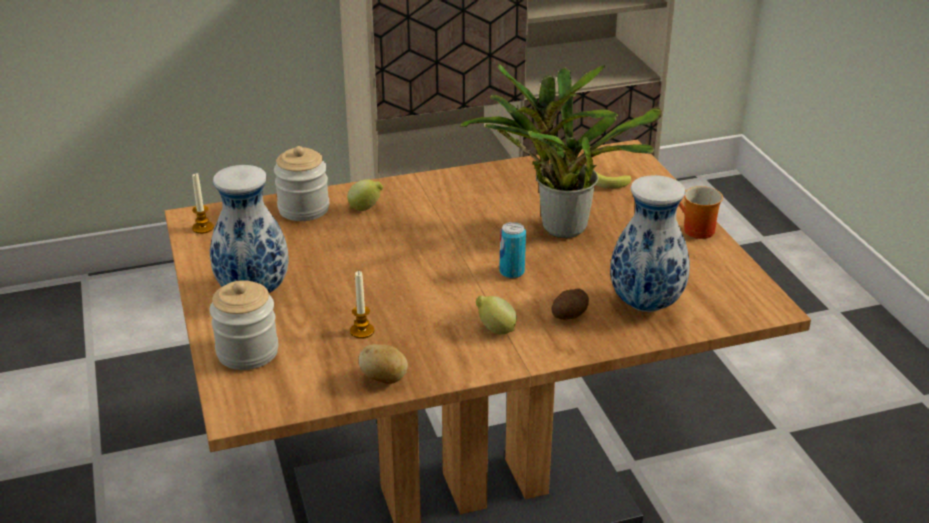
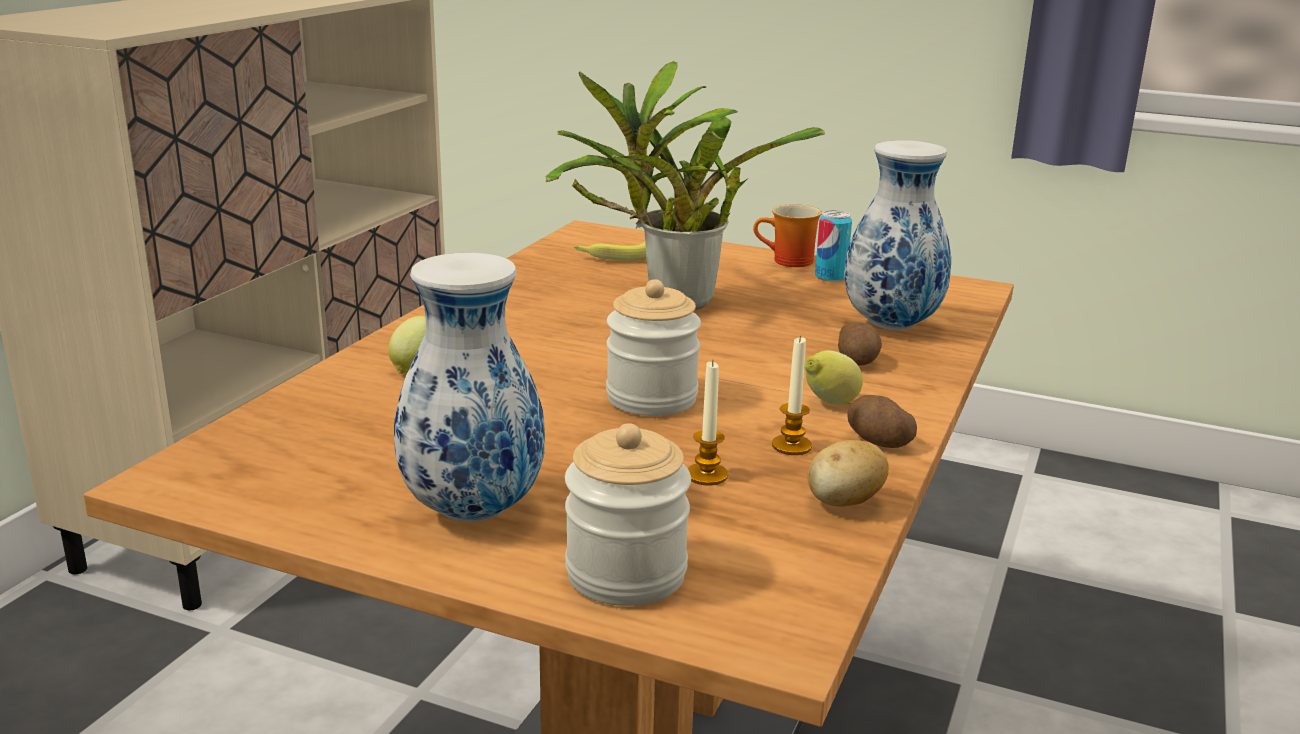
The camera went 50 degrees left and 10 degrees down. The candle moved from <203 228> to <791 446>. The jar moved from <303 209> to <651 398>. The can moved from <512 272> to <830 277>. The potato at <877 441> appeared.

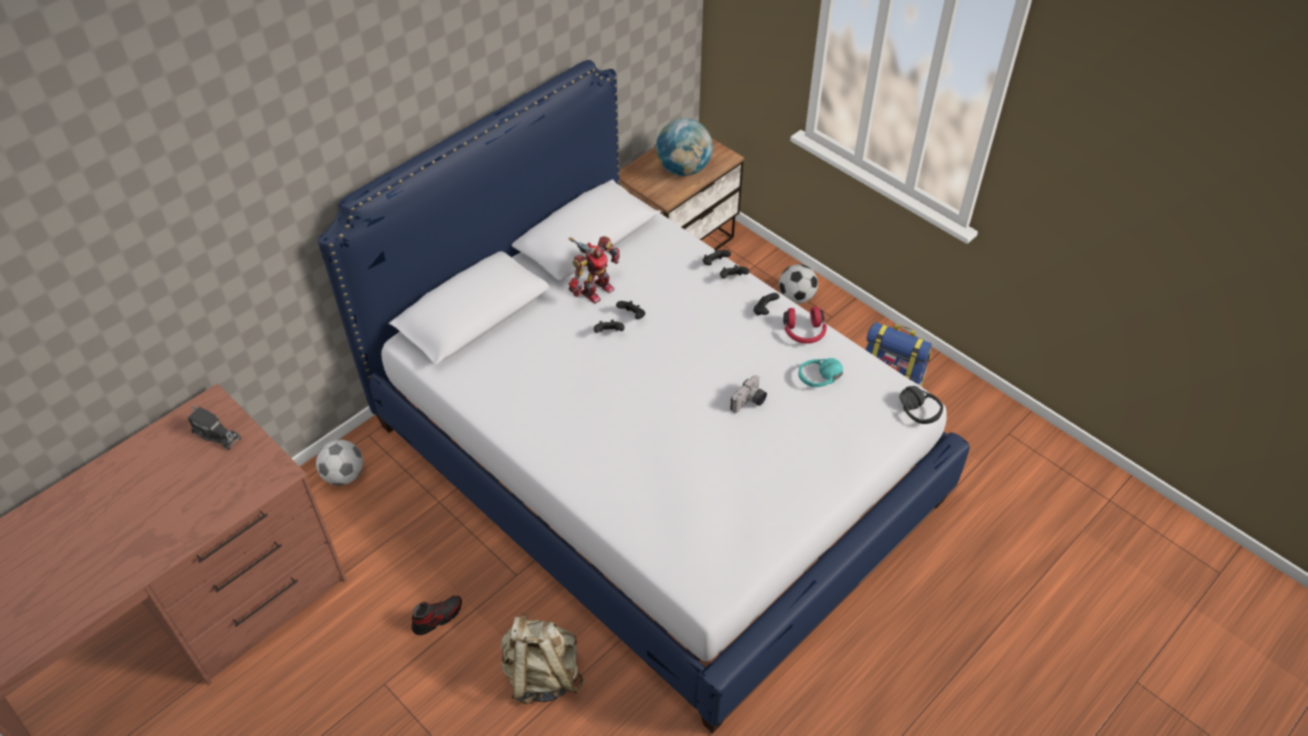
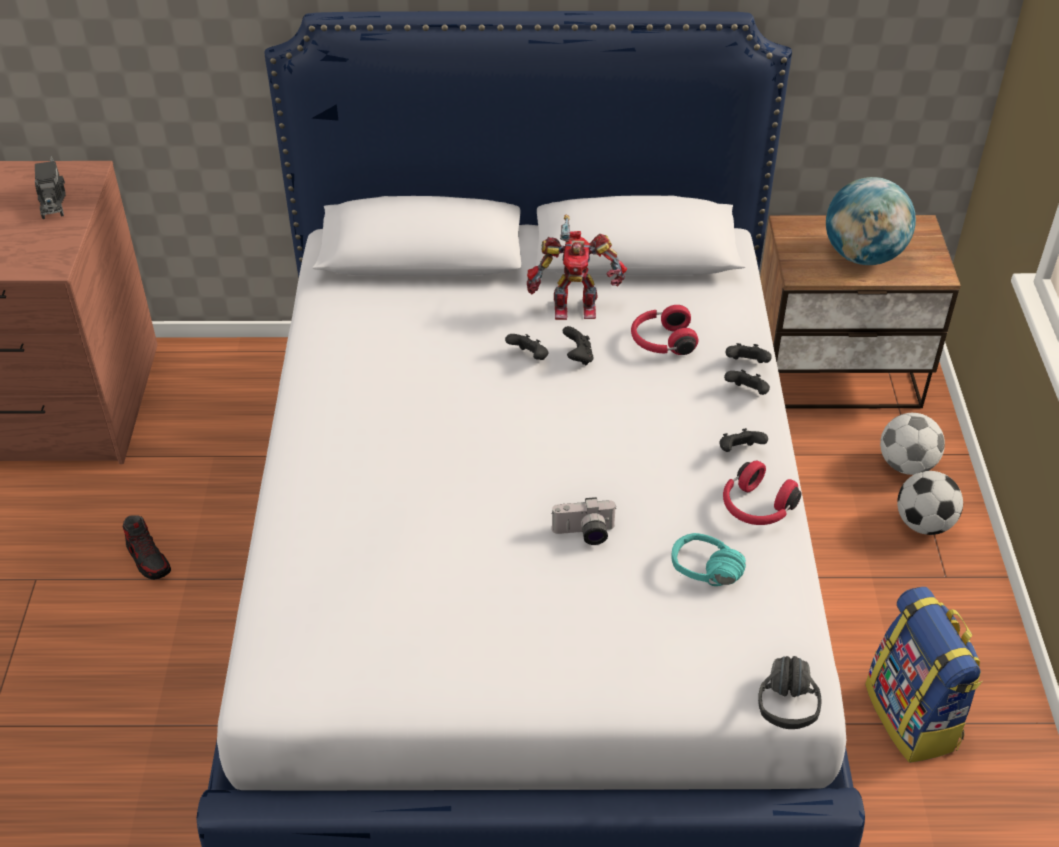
The camera went 45 degrees right and 5 degrees down. The football moved from <344 475> to <906 465>. The shoe at <437 617> turned 45 degrees clockwise. The beige backpack at <542 674> disappeared. The red headphones at <662 342> appeared.

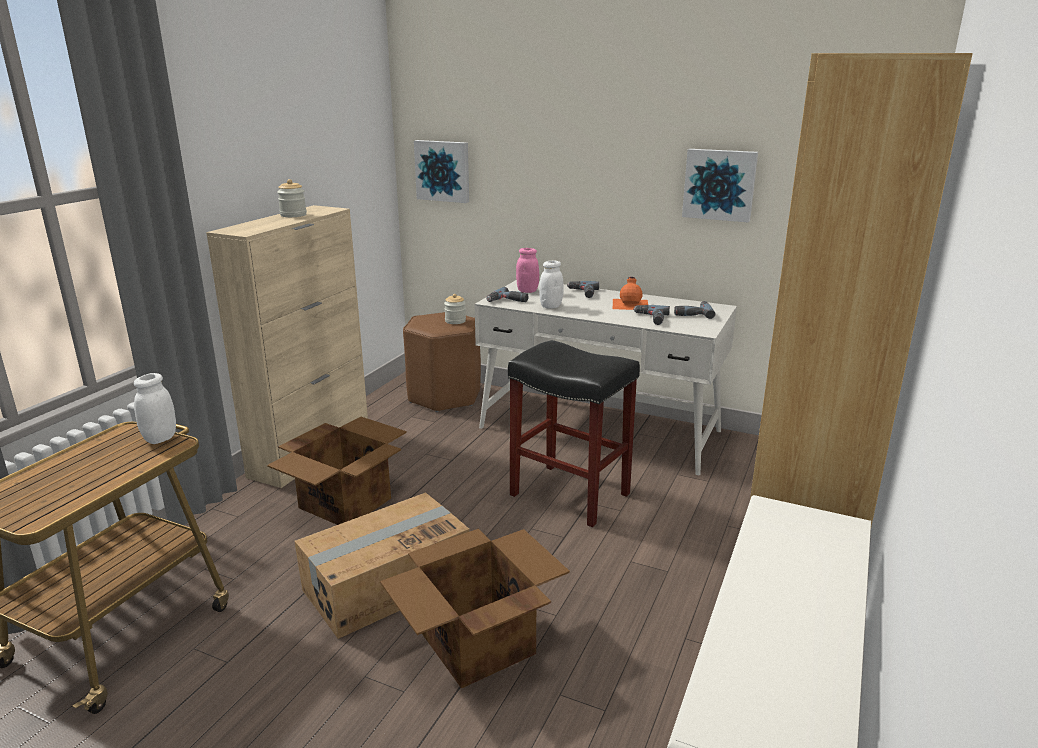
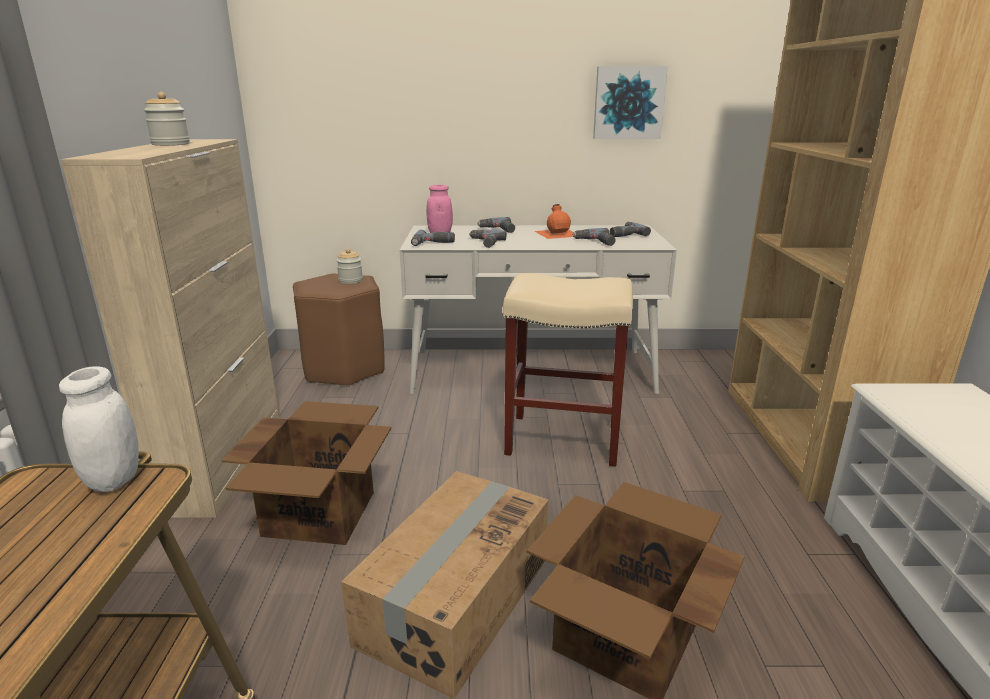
The camera went 25 degrees left and 0 degrees up. The picture at <443 171> disappeared. The black stool at <568 494> became the beige stool at <561 439>. The white jar at <550 306> was replaced by the power drill at <484 243>.

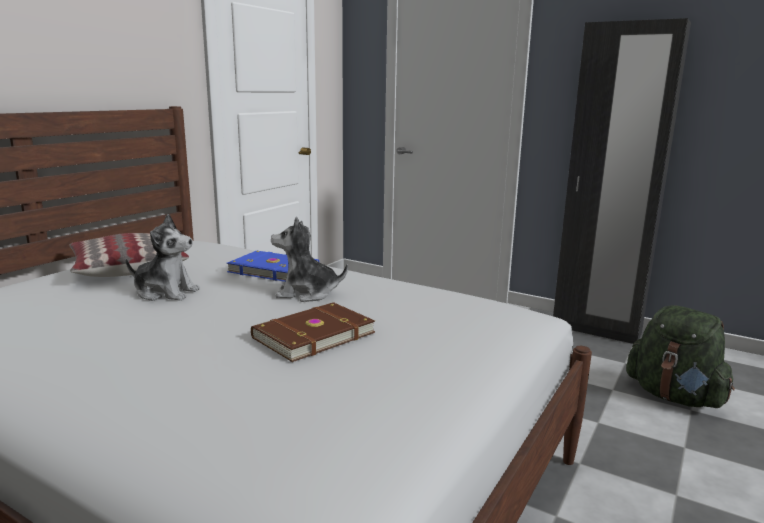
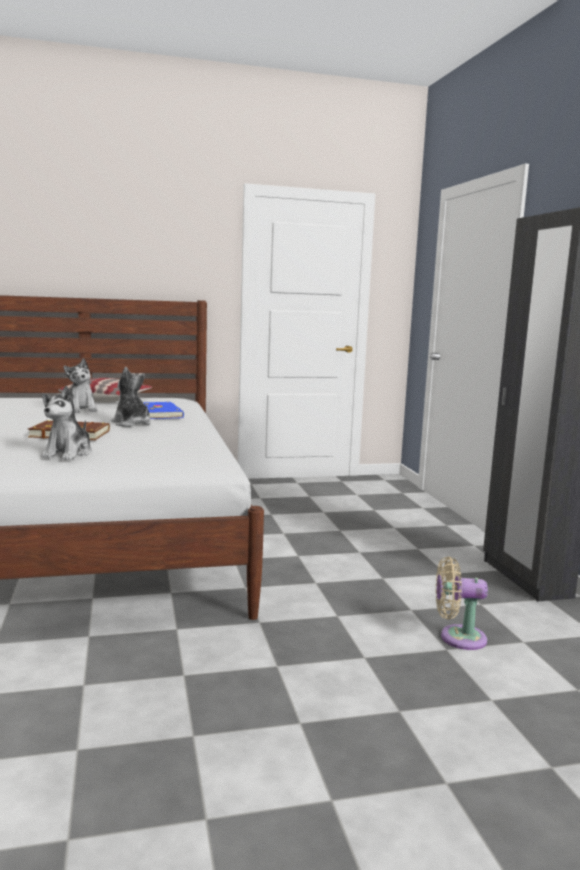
The camera went 45 degrees right and 5 degrees down. The green backpack at <674 396> was replaced by the beige fan at <458 637>. The plush toy at <68 453> appeared.

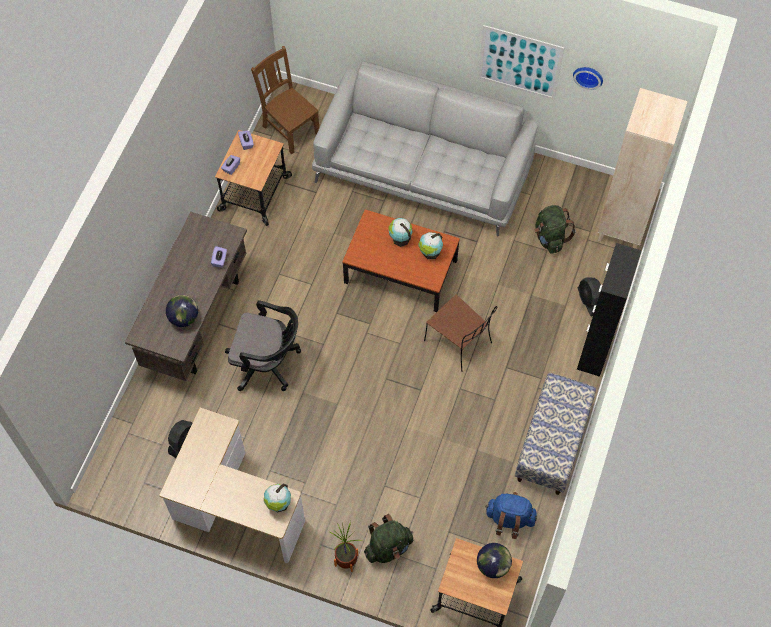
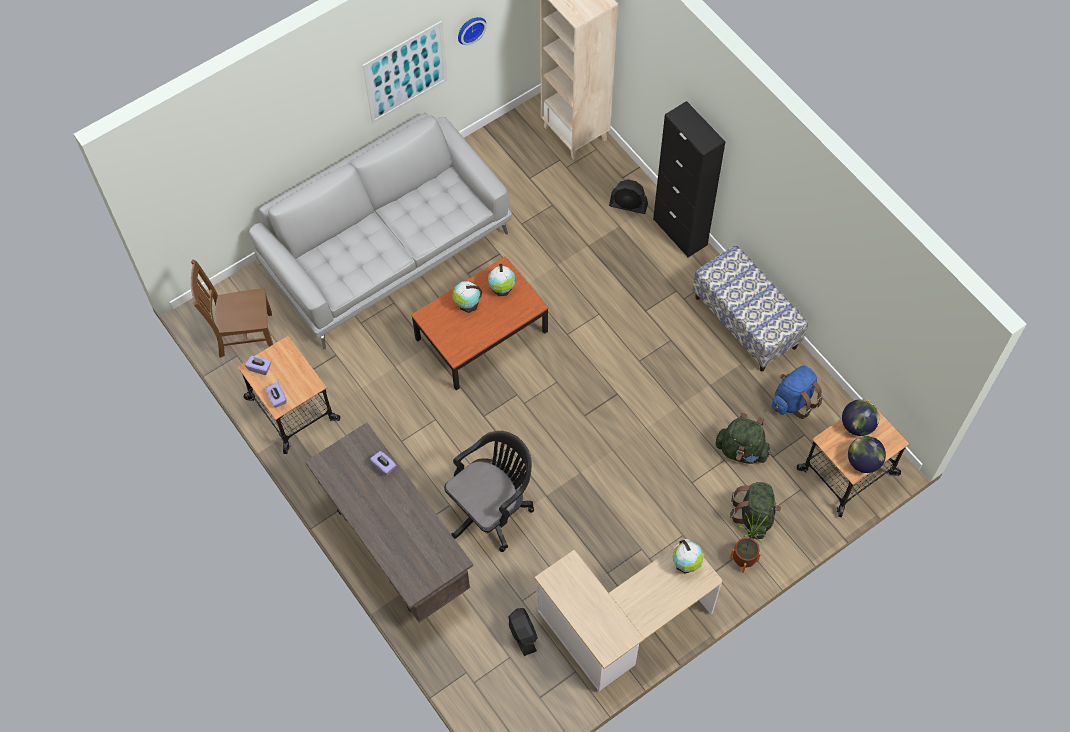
The camera went 55 degrees left and 0 degrees up. The globe moved from <184 318> to <863 461>. The brown chair at <459 342> disappeared. The green backpack moved from <550 238> to <741 450>.

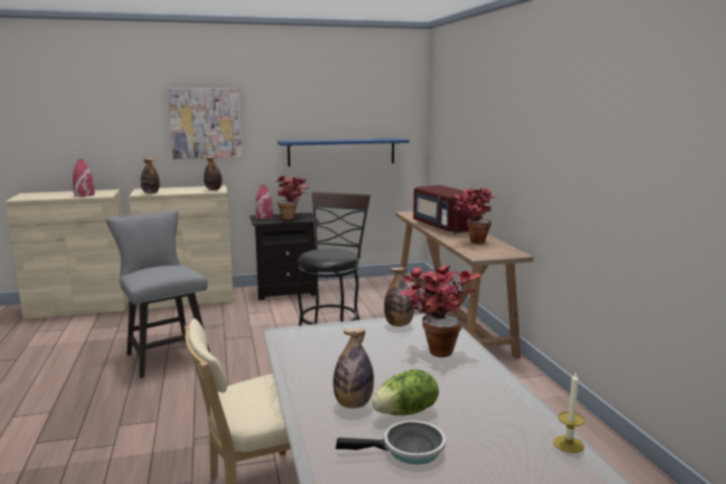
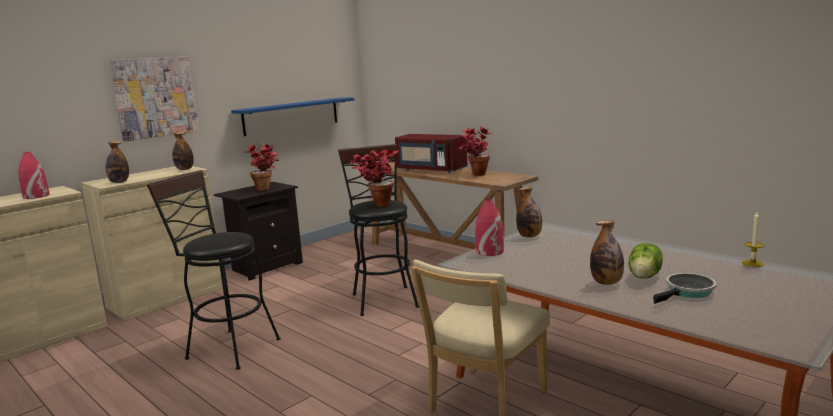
The camera went 30 degrees left and 0 degrees up. The grey chair at <165 355> was replaced by the black stool at <227 348>. The red vase moved from <264 217> to <489 251>. The potted plant moved from <435 349> to <377 204>.

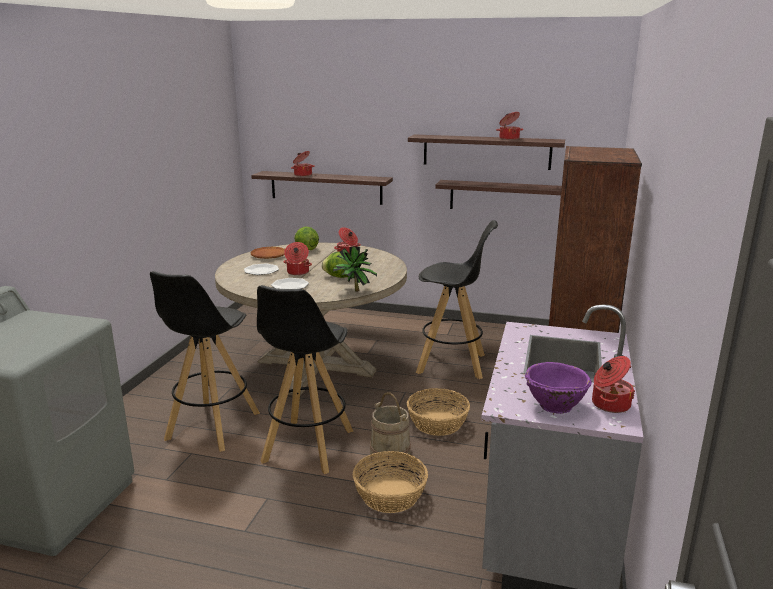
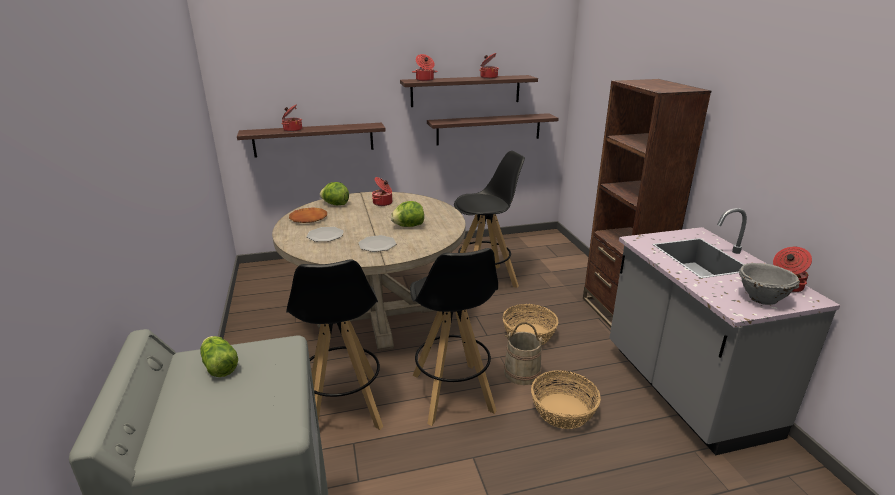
The camera went 30 degrees left and 5 degrees up. The cooking pot moved from <297 272> to <425 80>. The potted plant at <353 291> disappeared. The purple bowl at <554 406> became the grey bowl at <761 298>. The lettuce at <219 365> appeared.

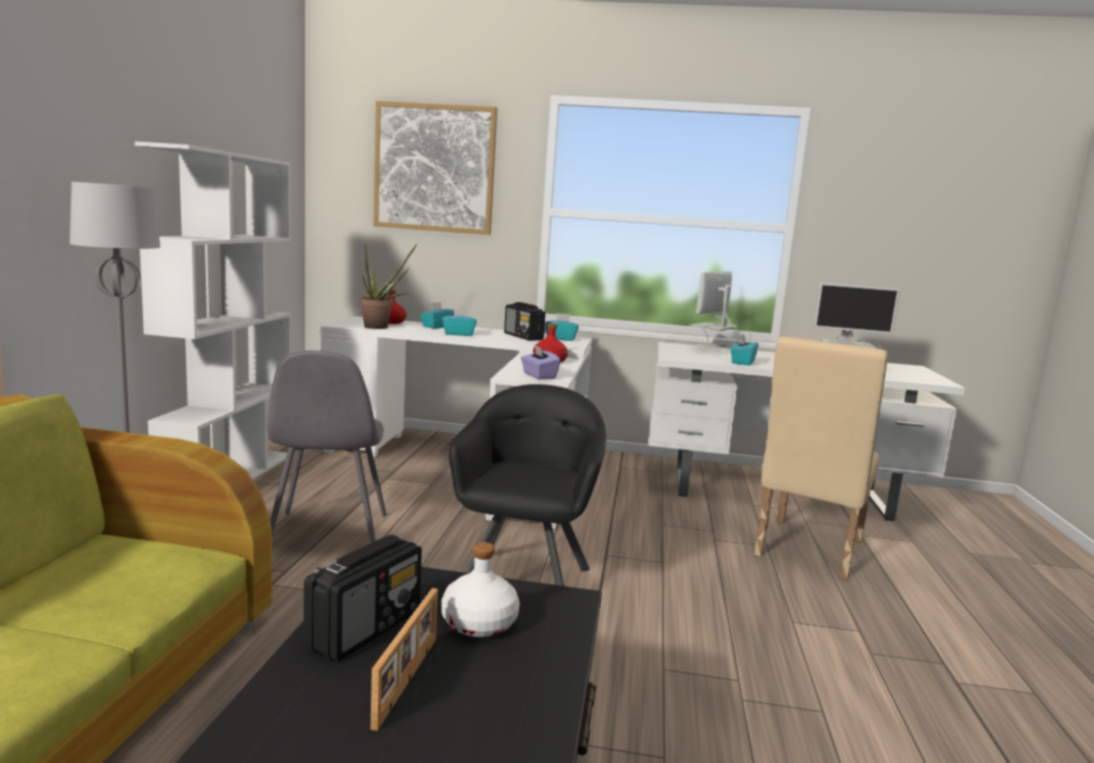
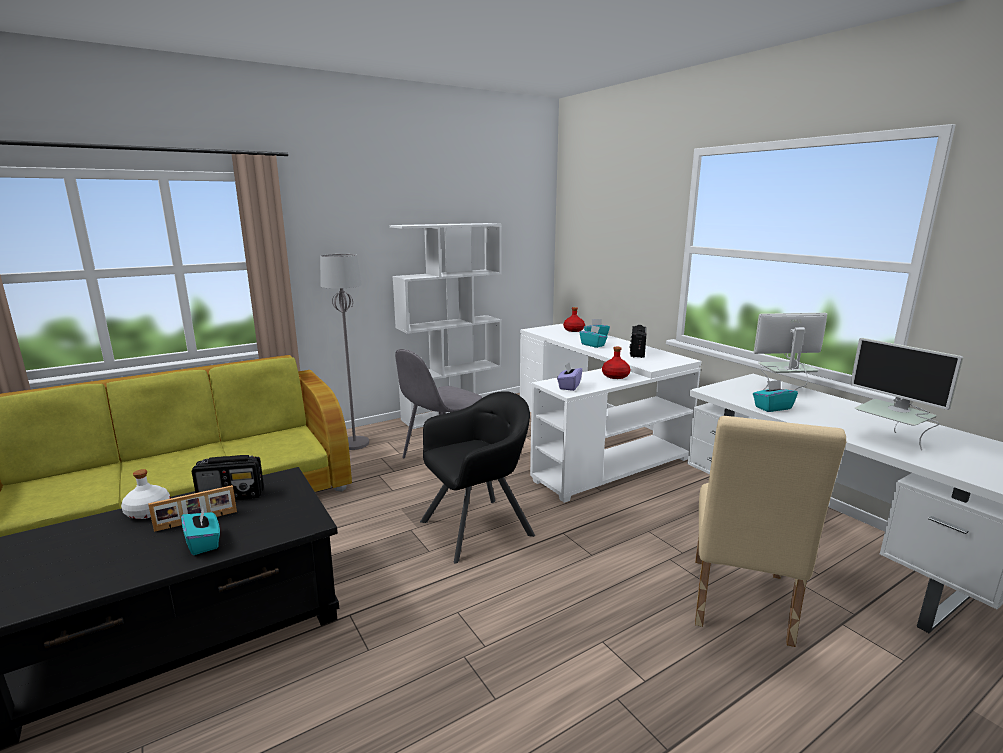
The camera went 50 degrees right and 5 degrees up. The potted plant at <381 327> disappeared. The picture at <434 168> disappeared. The white bottle moved from <478 623> to <147 511>. The turquoise tissue box moved from <561 338> to <203 543>. The beige chair at <806 551> turned 60 degrees counterclockwise.

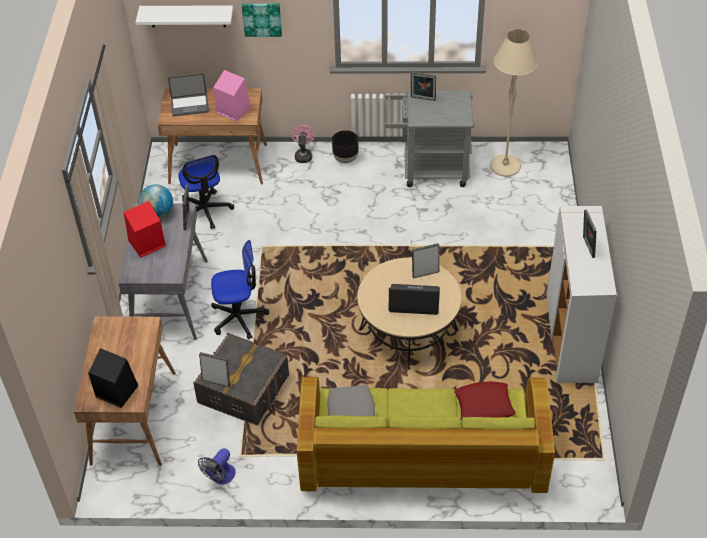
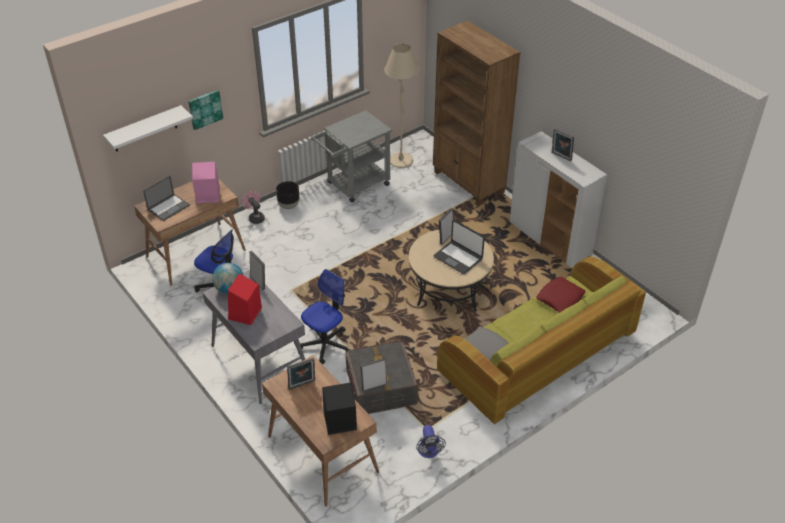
The camera went 40 degrees left and 5 degrees down. The laptop at <414 301> turned 105 degrees counterclockwise. The picture frame moved from <422 99> to <302 385>. The brown bookcase at <468 183> appeared.

